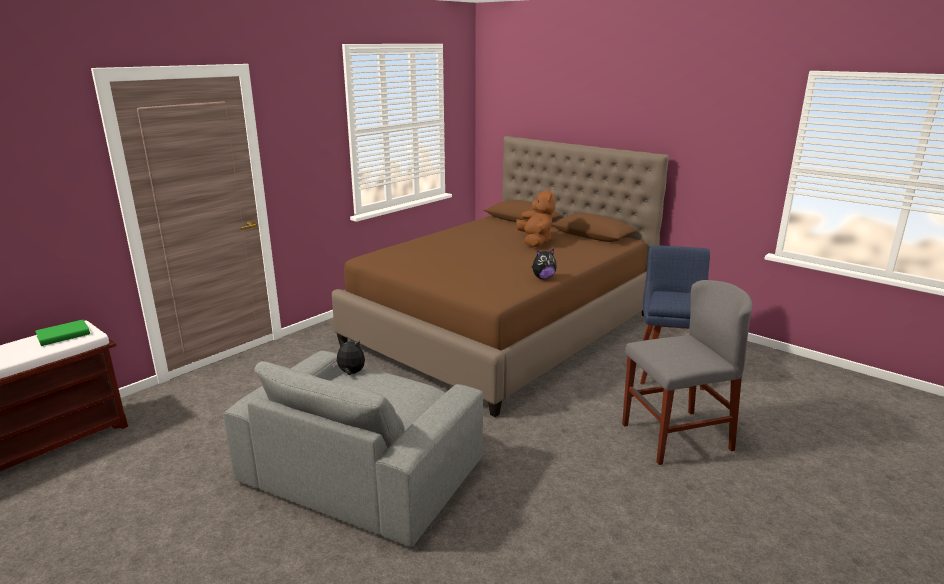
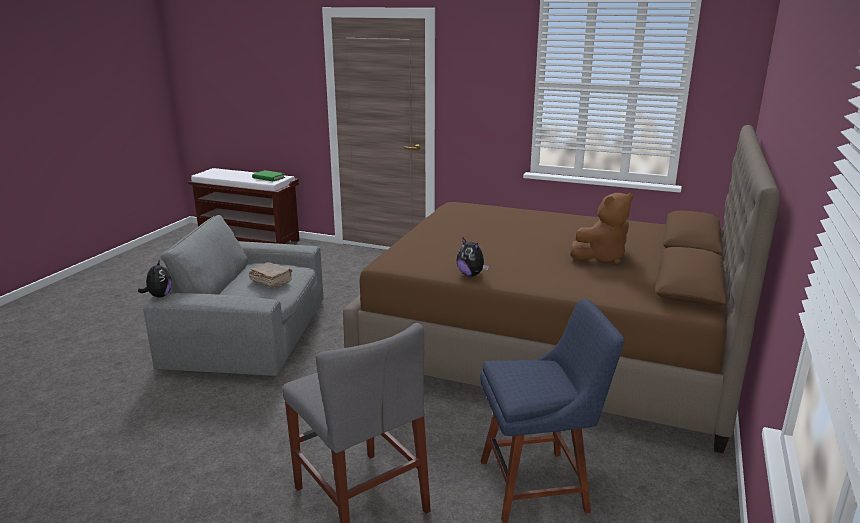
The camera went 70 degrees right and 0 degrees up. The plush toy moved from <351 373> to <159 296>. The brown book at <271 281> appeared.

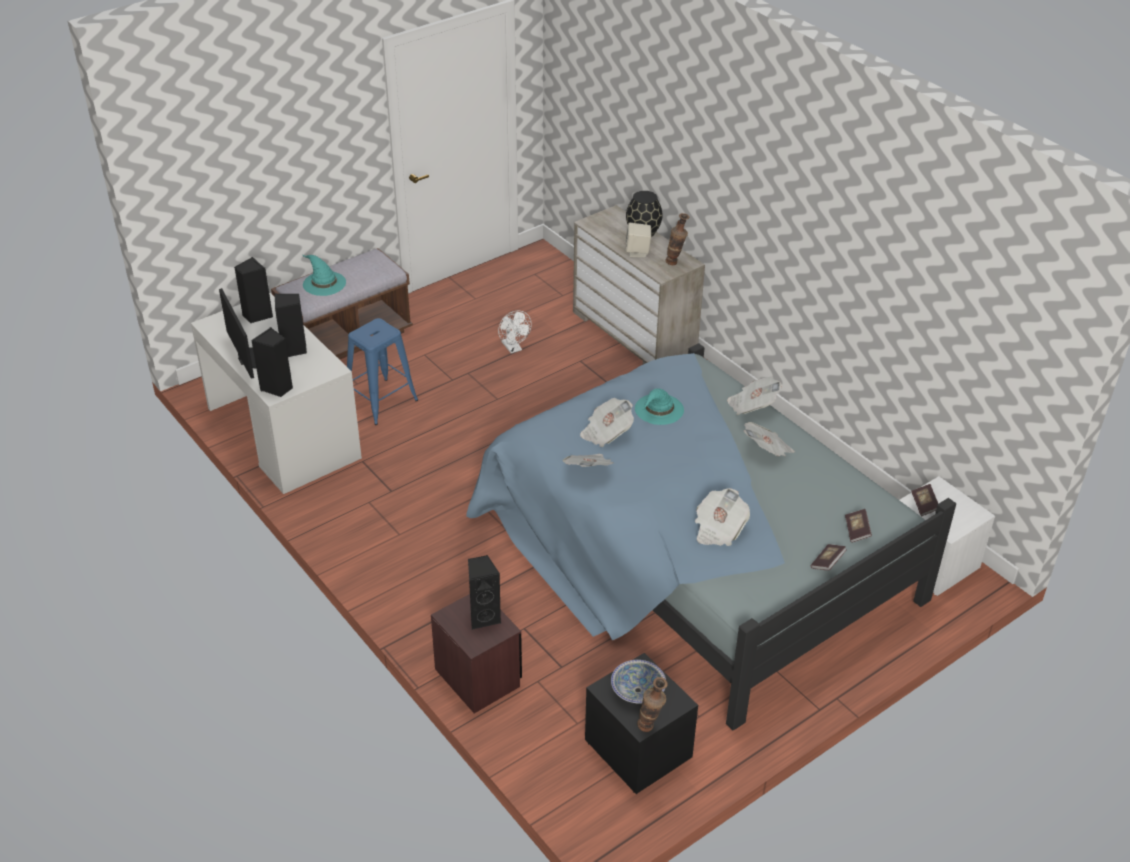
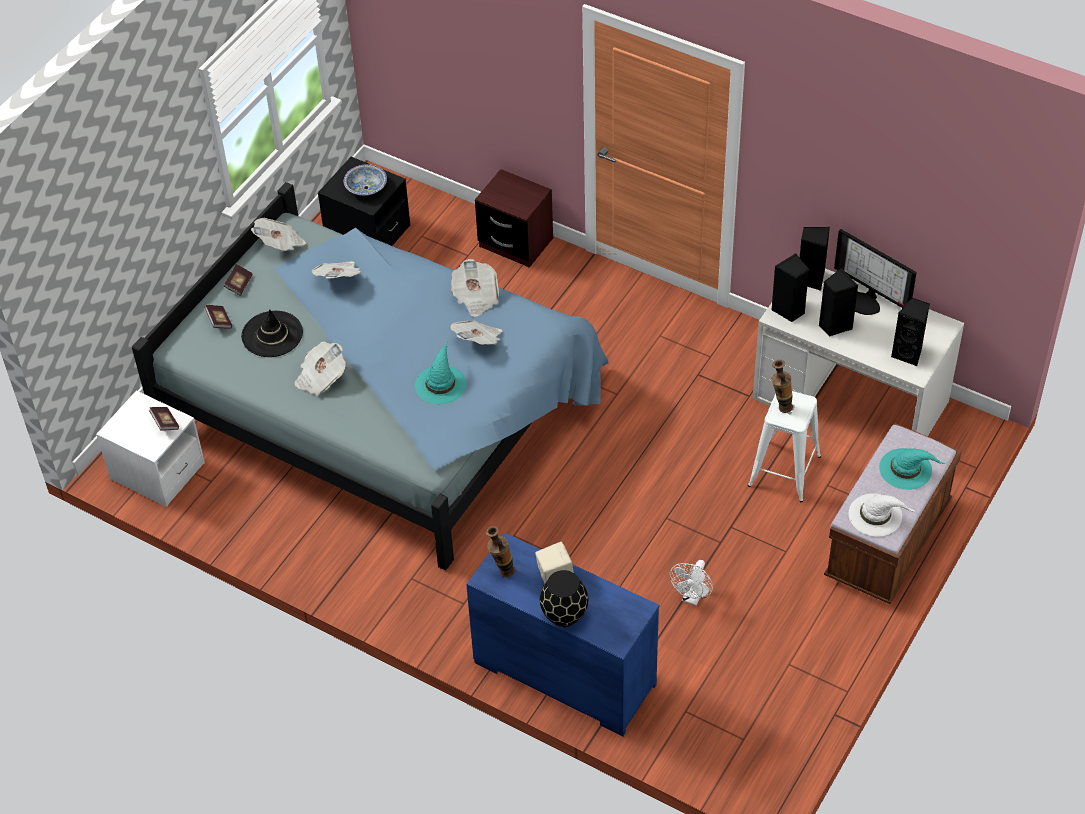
The camera went 160 degrees right and 10 degrees up. The blue stool at <381 401> became the white stool at <784 471>. The black speaker moved from <483 617> to <789 310>. The white fan at <513 348> turned 105 degrees counterclockwise. The beige dresser at <634 333> became the blue dresser at <563 674>. The vase moved from <650 728> to <780 407>. The newspaper moved from <752 406> to <280 244>. The black hat at <272 334> appeared. The white hat at <876 515> appeared.

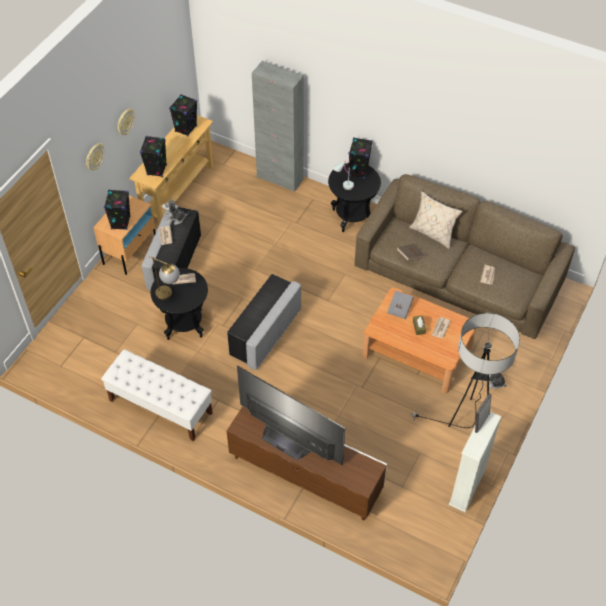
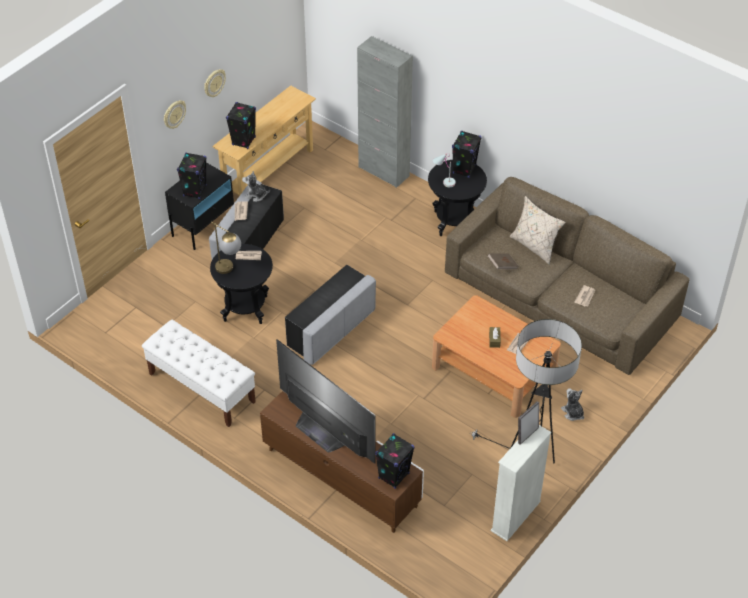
The camera went 10 degrees right and 5 degrees down. The beige nightstand at <130 250> became the black nightstand at <204 226>. The black speaker moved from <186 128> to <394 475>. The grey book at <400 308> disappeared.

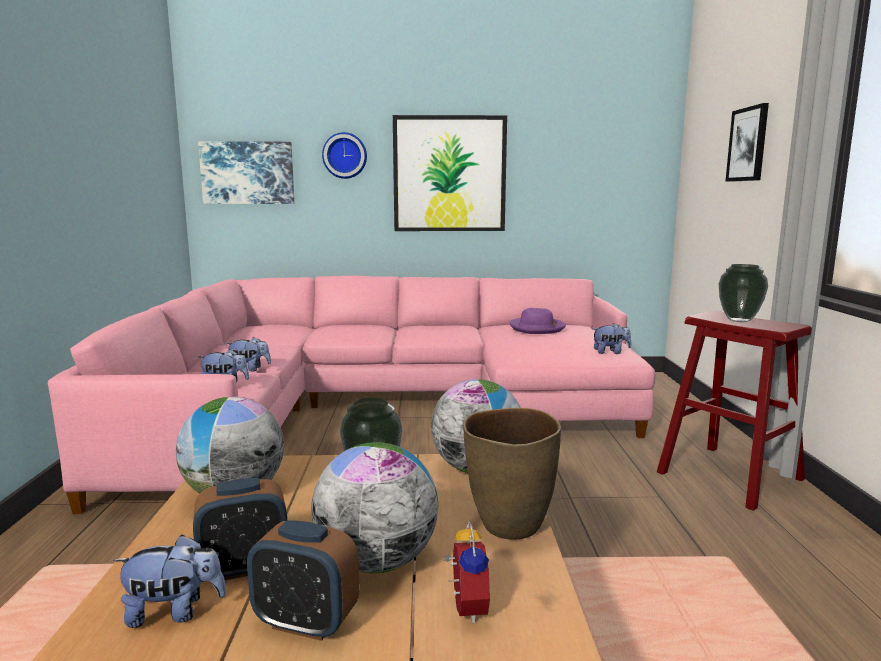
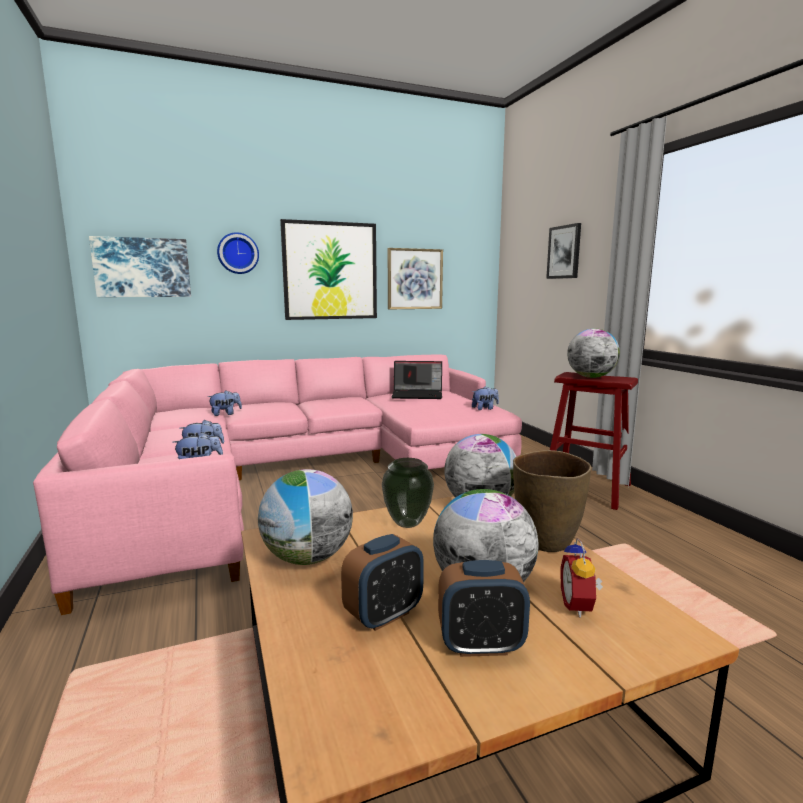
The camera went 20 degrees left and 0 degrees up. The plush toy moved from <174 612> to <225 414>. The alarm clock at <464 608> turned 150 degrees counterclockwise. The purple hat at <537 328> was replaced by the laptop at <418 395>. The vase at <738 320> was replaced by the globe at <591 377>. The picture at <414 279> appeared.

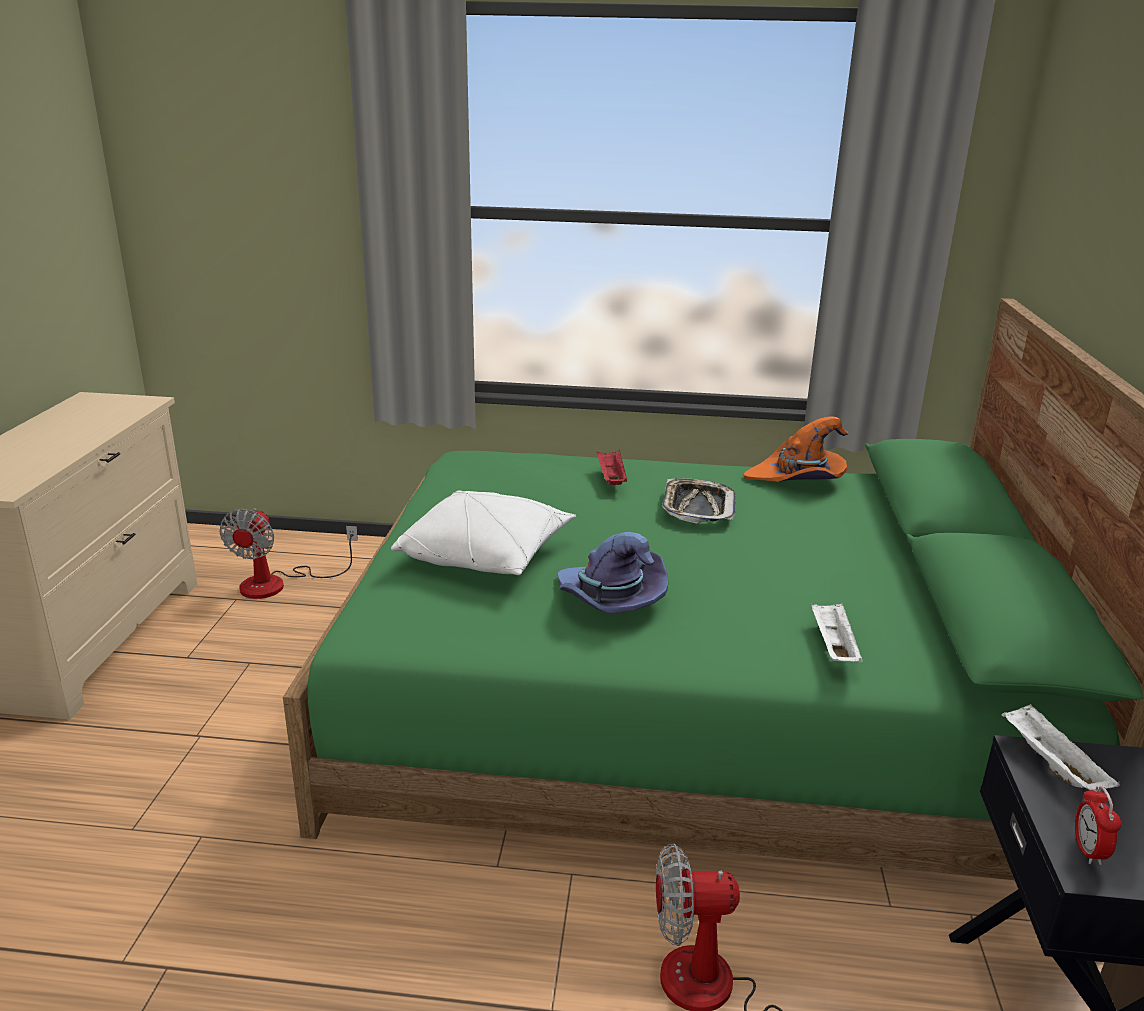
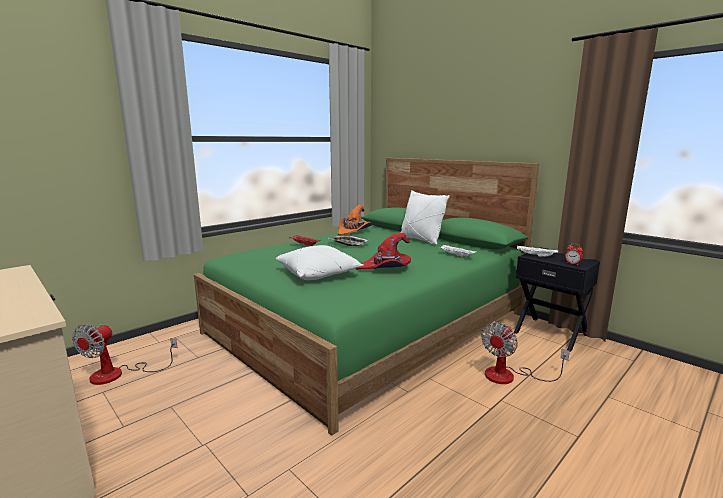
The camera went 50 degrees left and 10 degrees down. The fan at <278 584> turned 60 degrees clockwise. The purple hat at <608 600> became the red hat at <385 268>. The white pillow at <420 240> appeared.

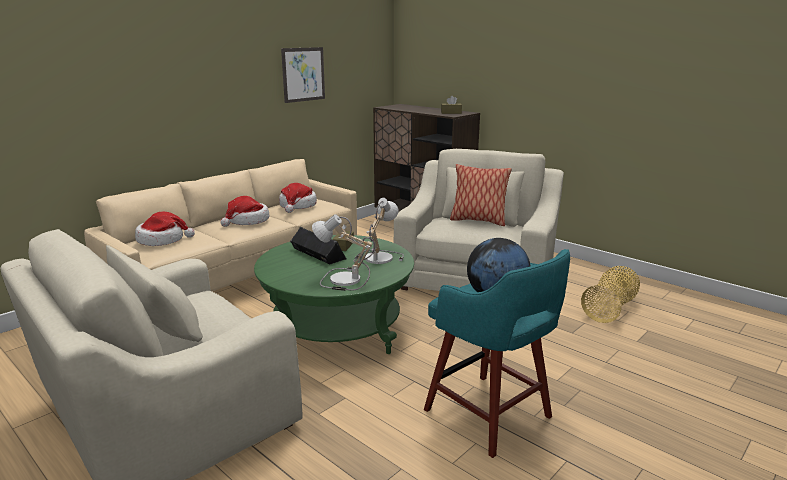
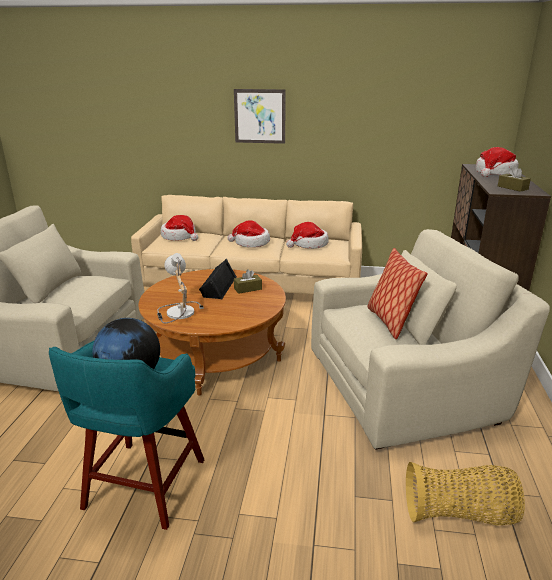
The camera went 55 degrees right and 5 degrees up. The green coffee table at <337 328> became the brown coffee table at <216 356>. The picture moved from <303 74> to <259 116>. The table lamp at <376 257> disappeared. The hat at <495 173> appeared.

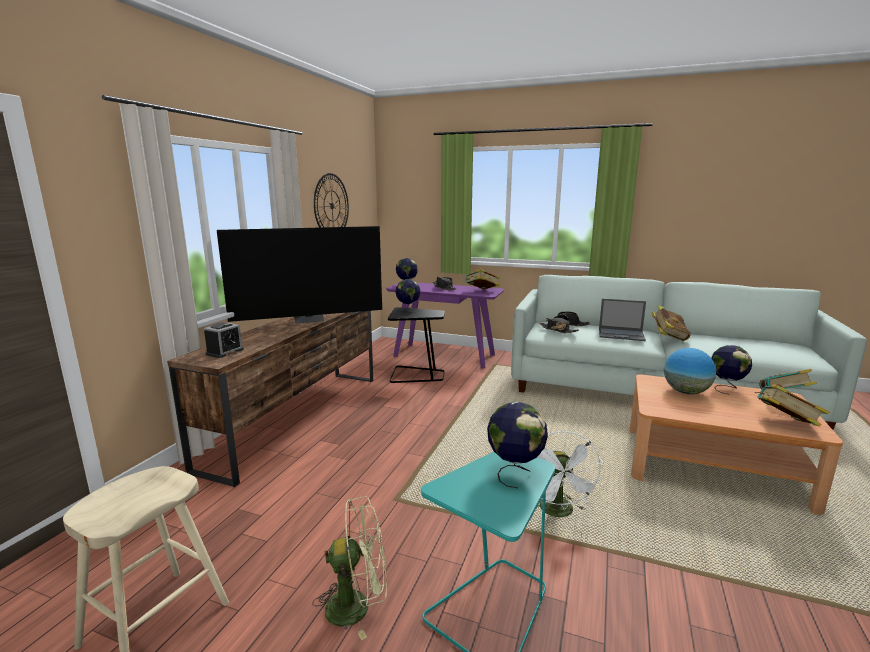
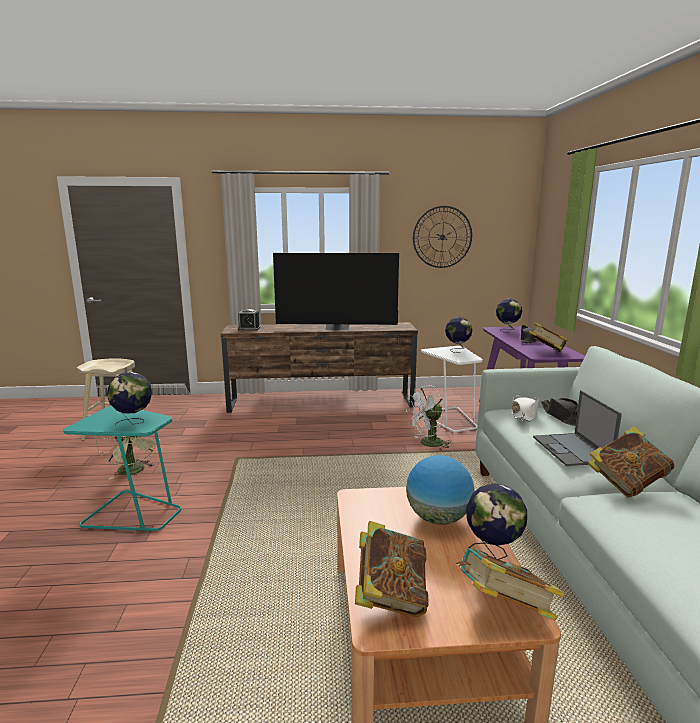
The camera went 65 degrees right and 0 degrees up. The television at <309 319> turned 45 degrees counterclockwise. The black side table at <416 375> became the white side table at <450 419>. The white fan moved from <559 512> to <427 444>. The black hat at <557 330> became the white hat at <524 414>.

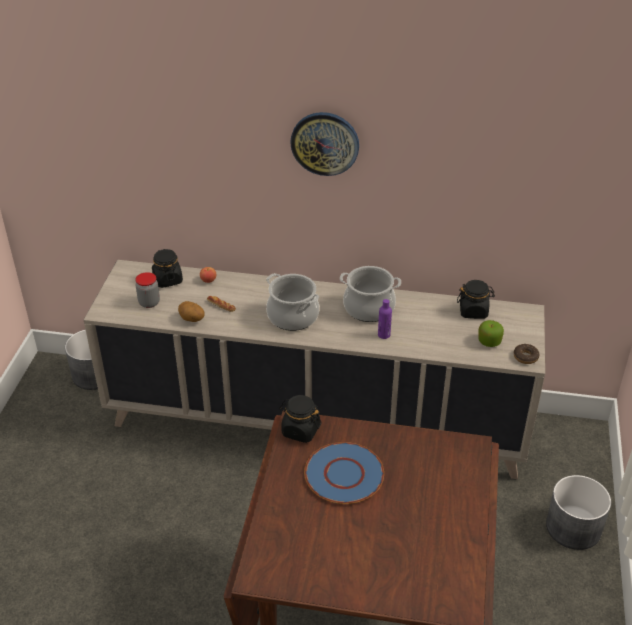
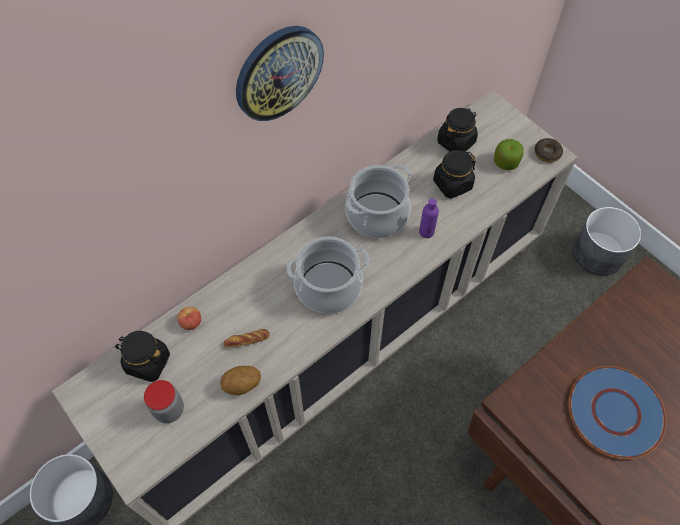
The camera went 50 degrees left and 20 degrees up. The black jar moved from <300 430> to <452 184>.

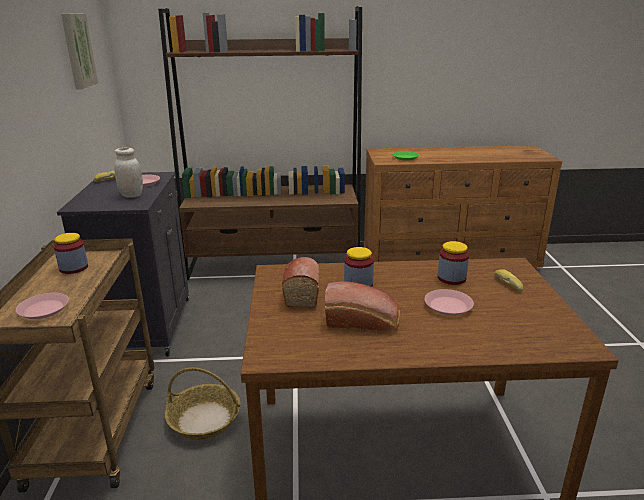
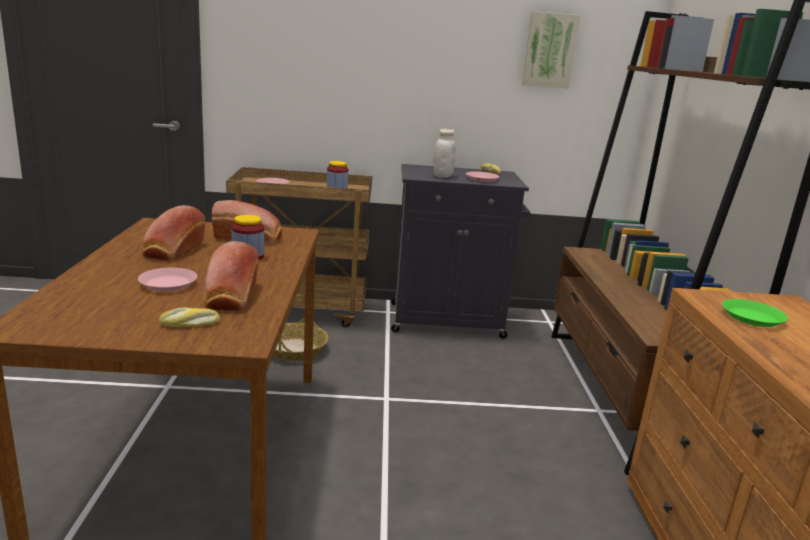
The camera went 90 degrees right and 5 degrees down. The jar at <451 278> was replaced by the bread at <231 296>.

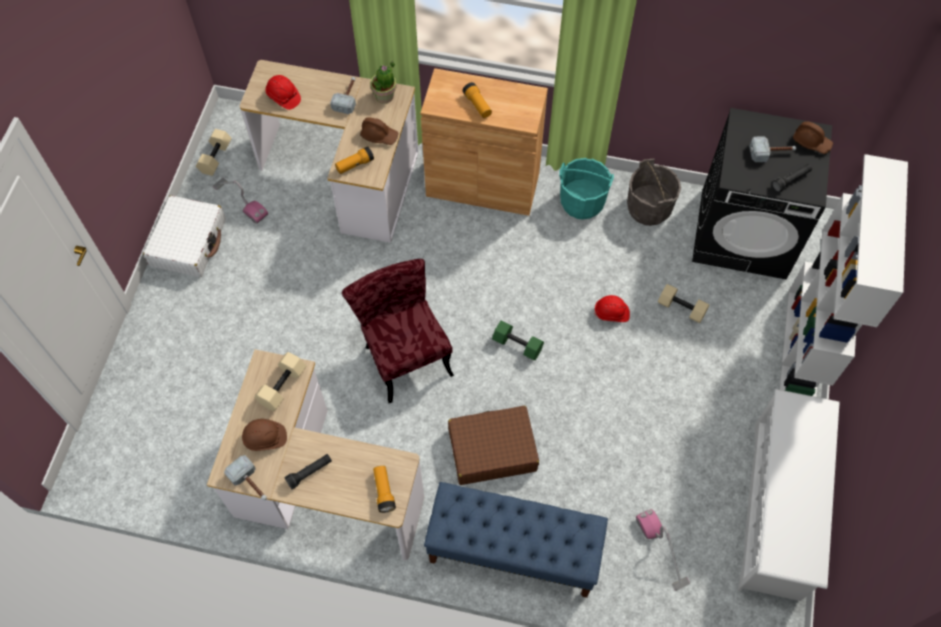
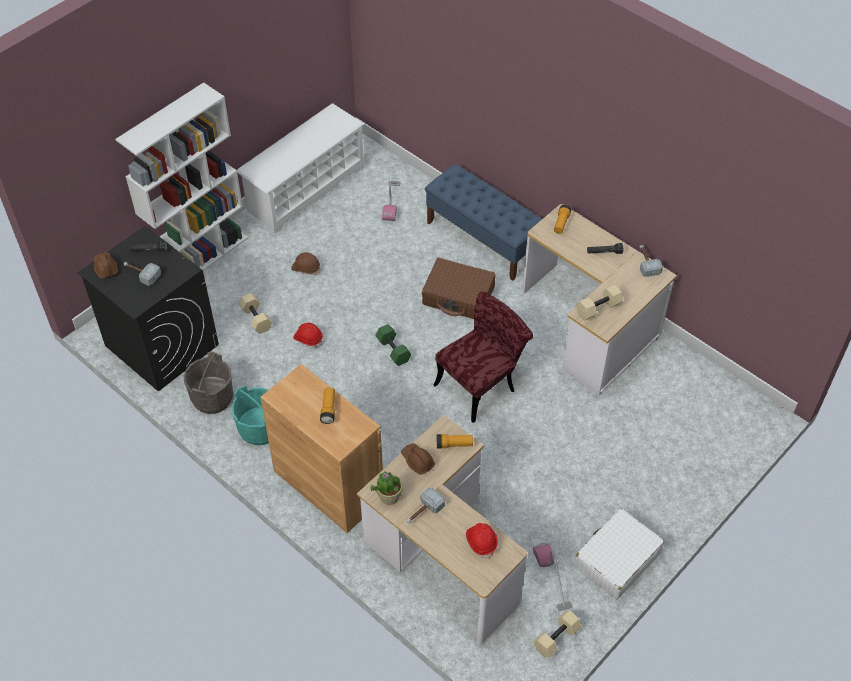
The camera went 150 degrees left and 10 degrees down. The brown hard hat moved from <265 438> to <306 268>. The red chair at <404 353> turned 135 degrees counterclockwise.

